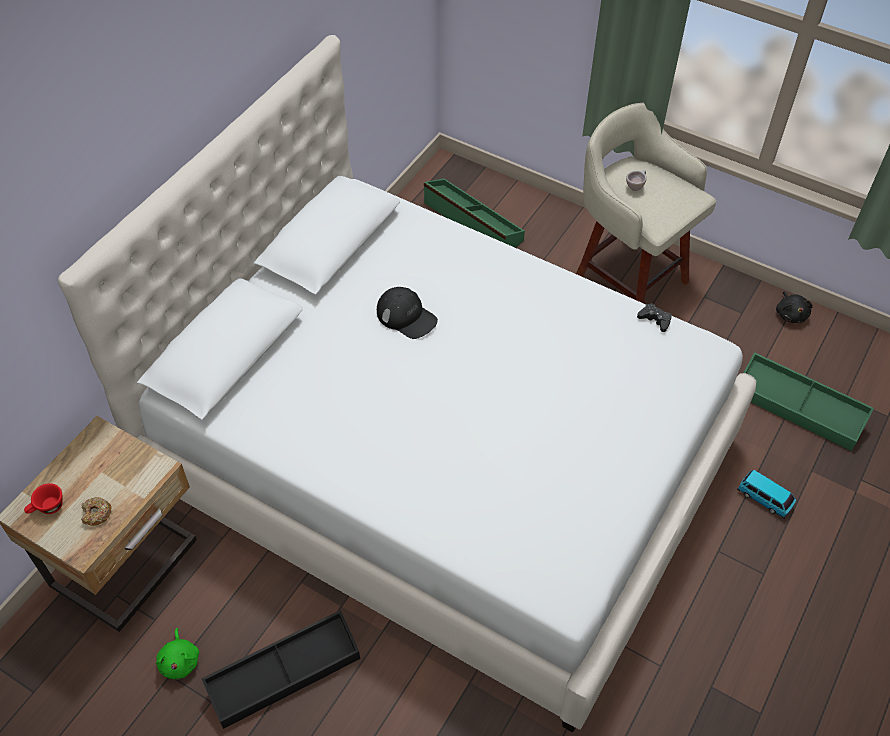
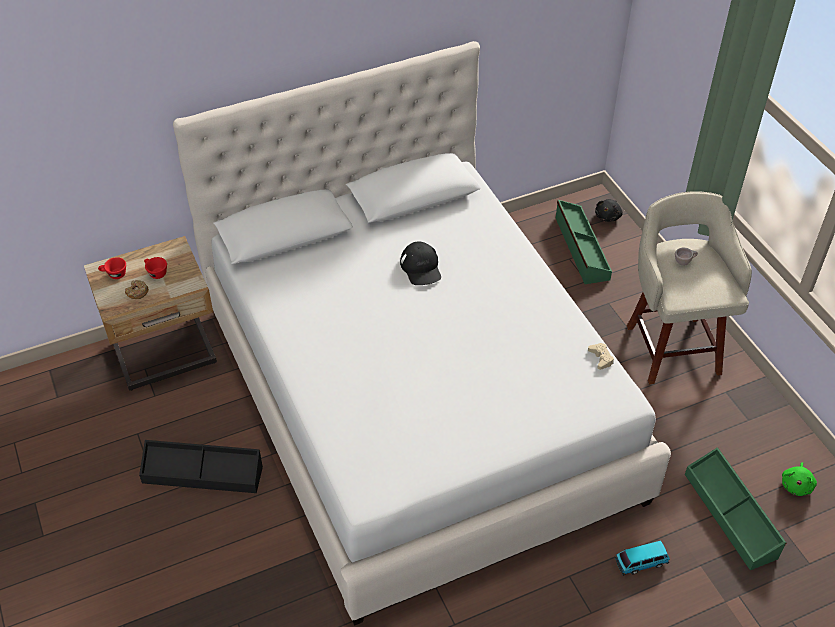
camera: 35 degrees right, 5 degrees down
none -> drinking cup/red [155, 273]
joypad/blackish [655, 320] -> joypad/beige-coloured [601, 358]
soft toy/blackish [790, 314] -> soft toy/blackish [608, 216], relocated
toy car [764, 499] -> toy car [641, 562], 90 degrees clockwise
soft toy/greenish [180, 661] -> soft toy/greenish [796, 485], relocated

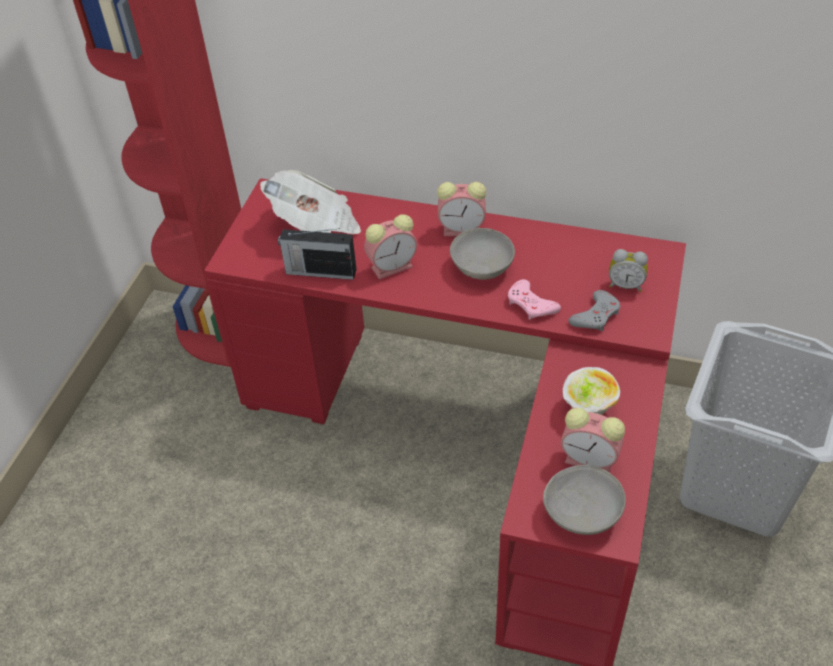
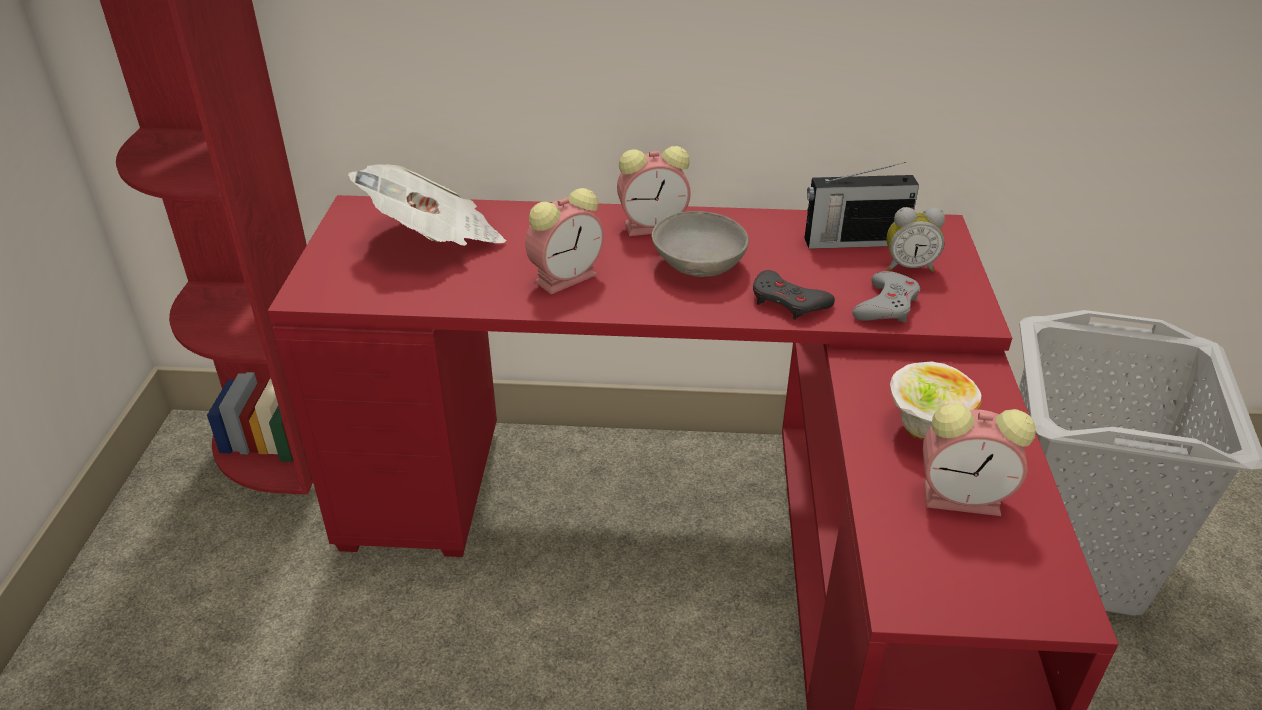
camera: 15 degrees left, 10 degrees down
joypad/pinkish [531, 304] -> joypad/gray [788, 301]
radio set [319, 271] -> radio set [853, 241], relocated
serving bowl/gray [582, 514] -> none

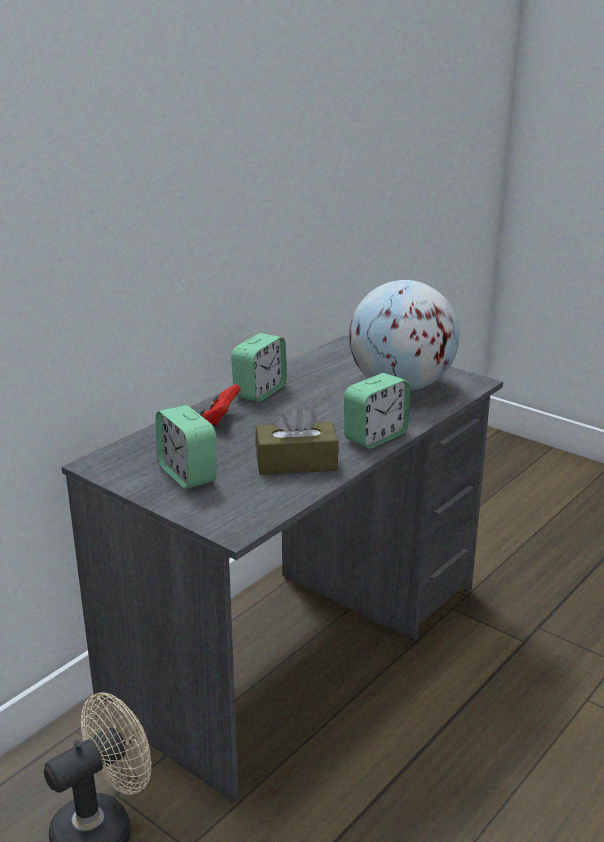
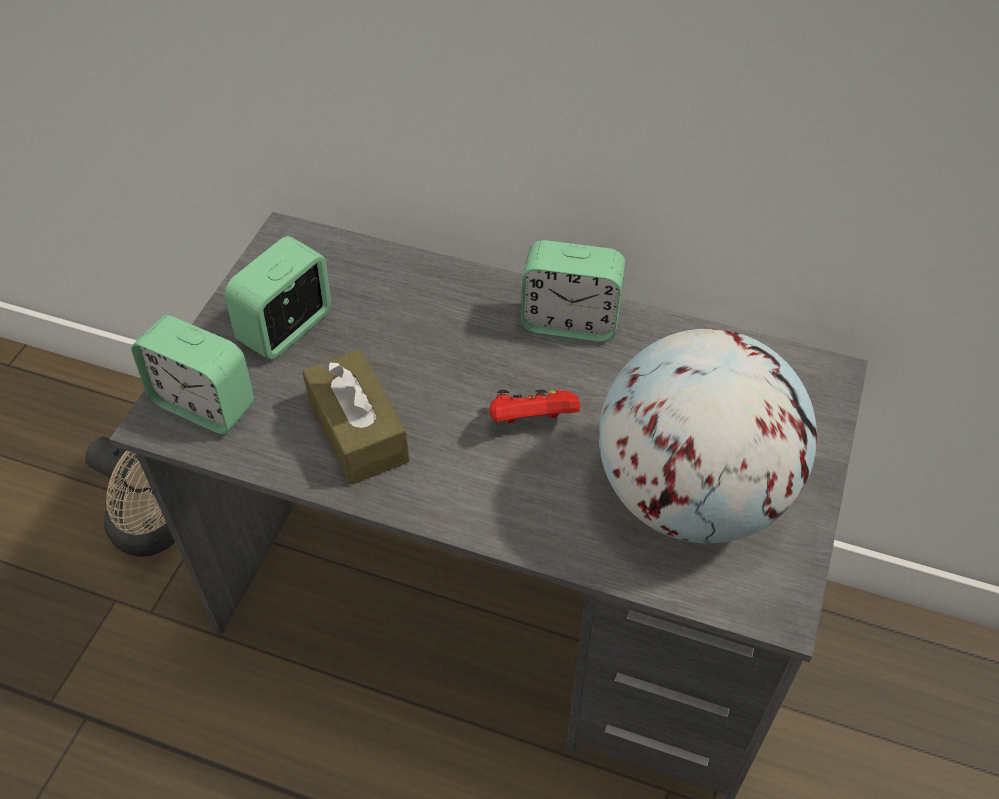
camera: 70 degrees right, 25 degrees up
bedside clock [375, 437] -> bedside clock [204, 404], relocated
joypad/red [220, 420] -> joypad/red [531, 421], relocated

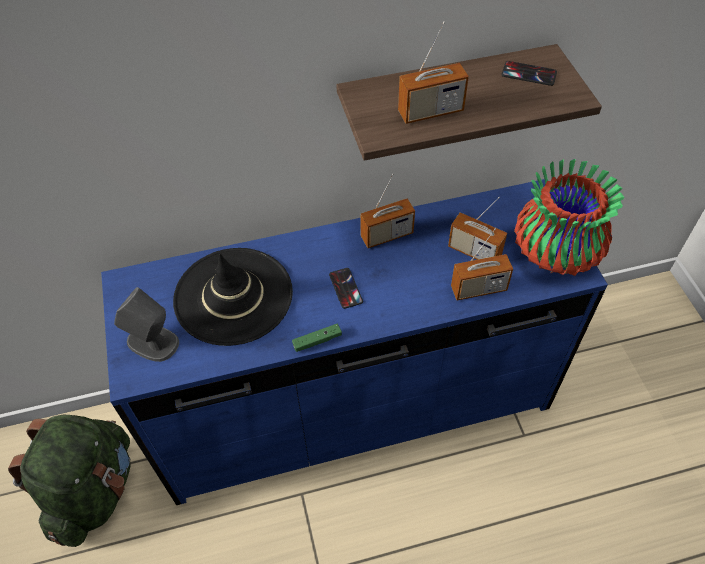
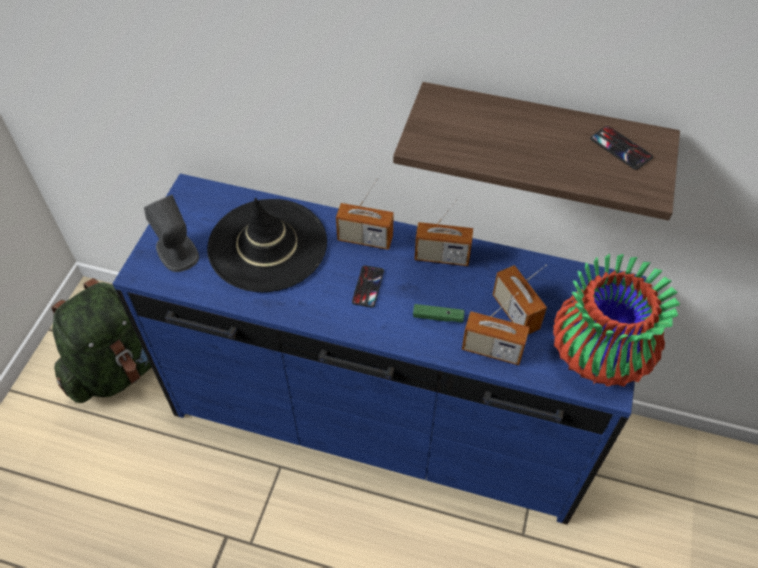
camera: 30 degrees right, 0 degrees up
radio set [430, 111] -> radio set [365, 239], relocated
joypad/greenish [317, 341] -> joypad/greenish [438, 317], relocated

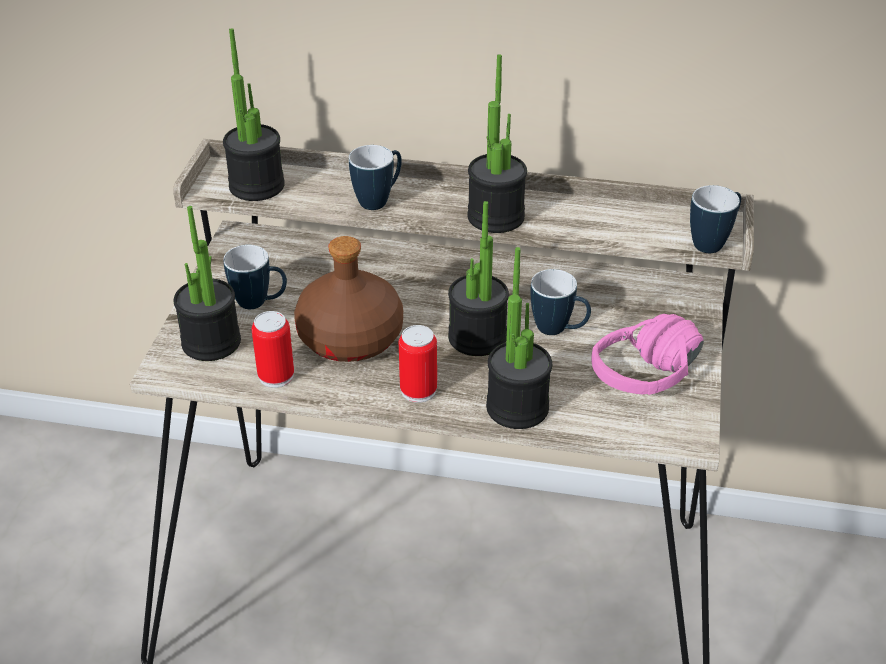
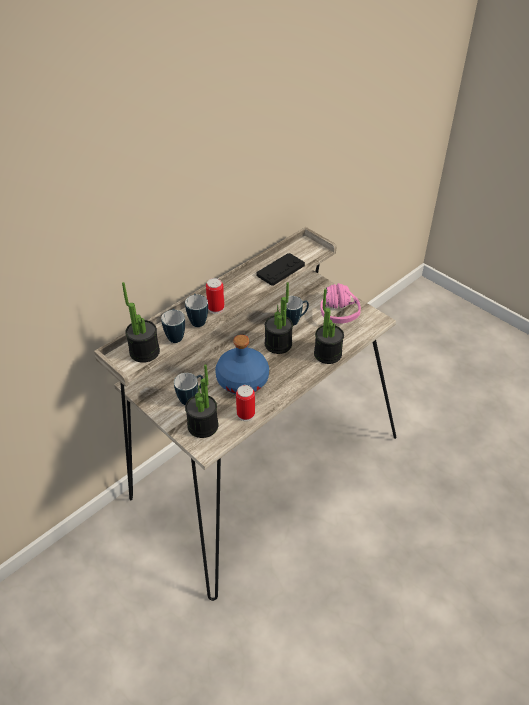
camera: 55 degrees left, 5 degrees up
coffee mug [713, 243] -> coffee mug [175, 335], relocated
can [418, 390] -> can [216, 308], relocated
drink bottle/brownish [350, 338] -> drink bottle/blue [243, 380]
none -> joypad/blackish [280, 270]
potted plant [496, 217] -> none

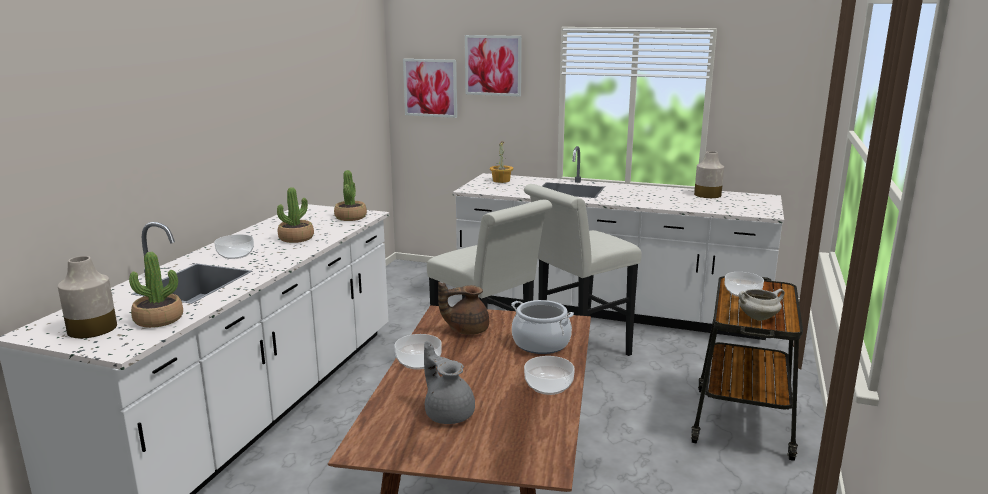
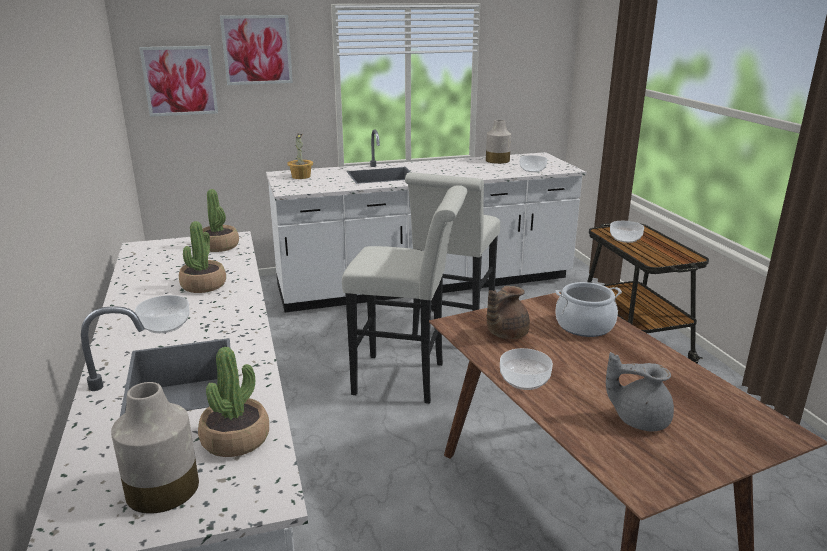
camera: 35 degrees left, 5 degrees up
serving bowl [549, 386] -> serving bowl [532, 169], relocated
saucepot/whitish [758, 317] -> none

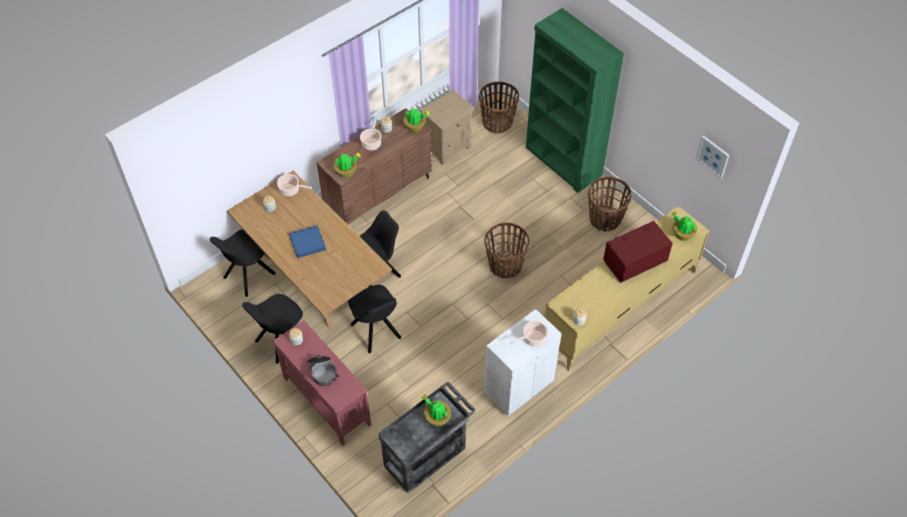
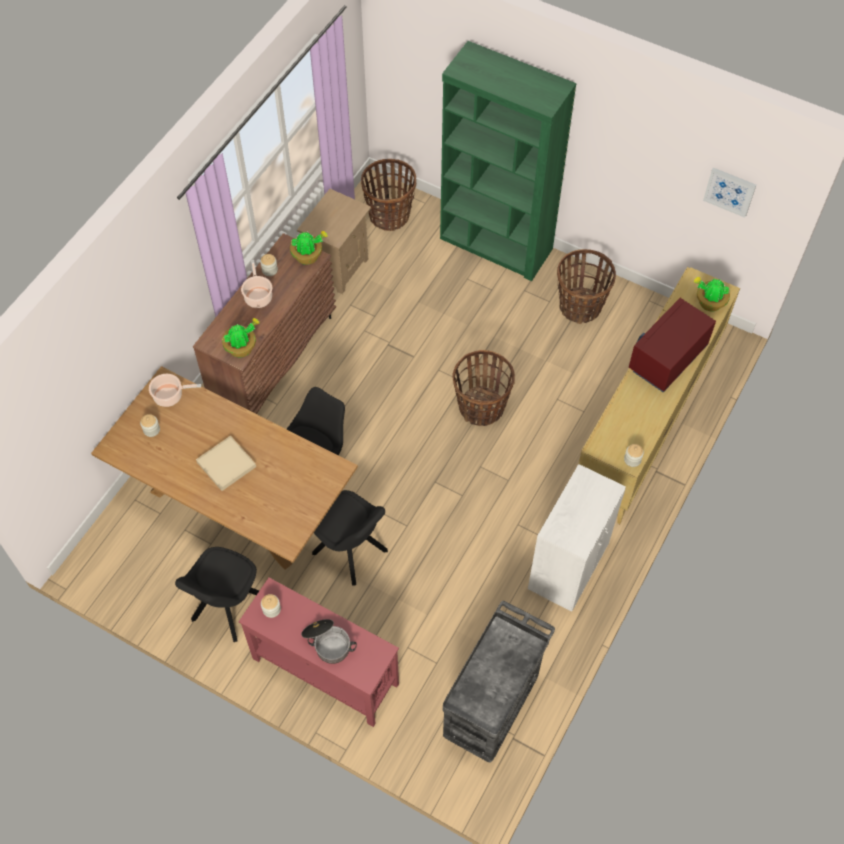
camera: 20 degrees left, 5 degrees up
tray/blue [307, 243] -> tray/beige-coloured [226, 465]
plain chair/blackish [248, 275] -> none
potted plant [436, 418] -> none
saucepot [533, 339] -> none

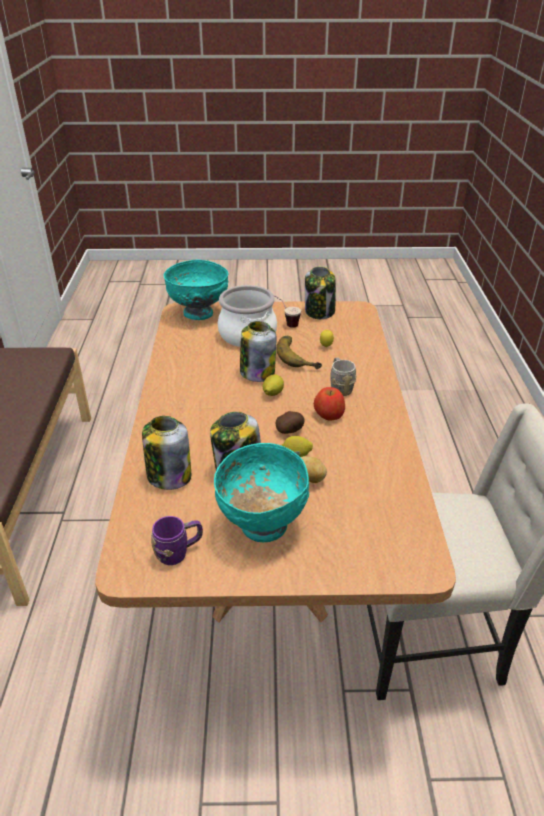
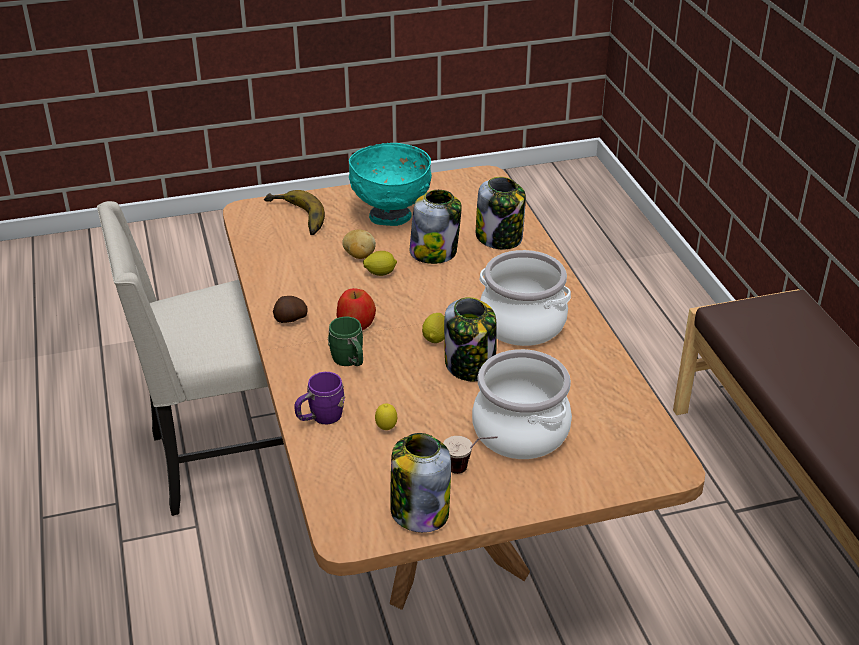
camera: 165 degrees right, 0 degrees up
banana [300, 355] -> banana [294, 218], relocated
whole potato [290, 430] -> whole potato [290, 319], relocated
coffee mug/purplish [179, 552] -> coffee mug/purplish [320, 418], relocated
coffee mug/gray [340, 387] -> coffee mug/greenish [350, 362]
none -> saucepot [522, 324]
serving bowl/blue-green [198, 314] -> none

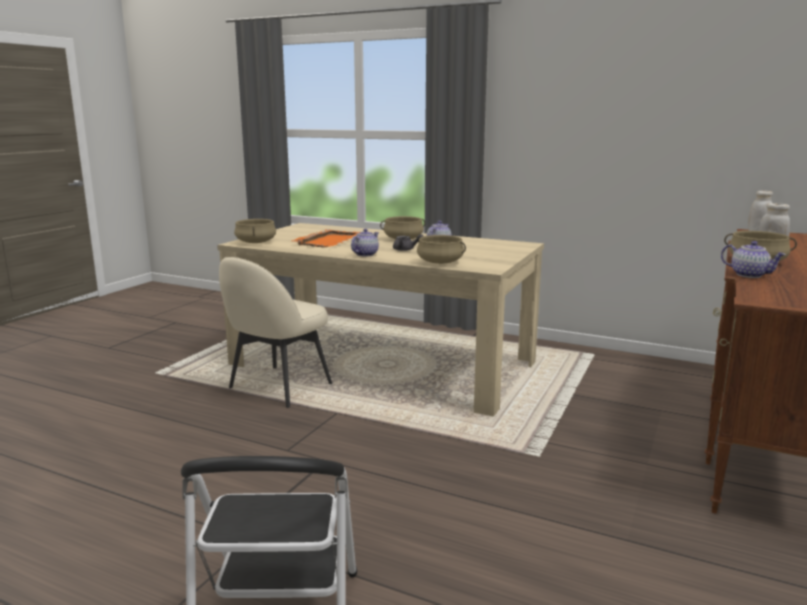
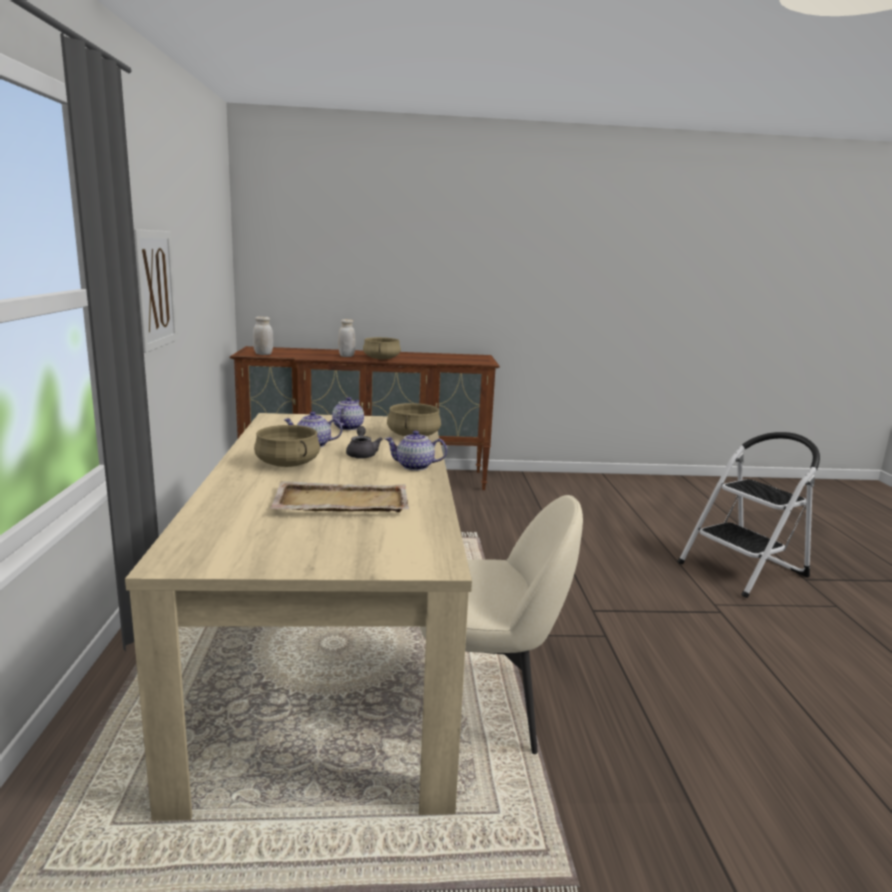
camera: 120 degrees left, 0 degrees up
none -> wall picture [154, 289]
tray/orangey [329, 240] -> tray/beige-coloured [340, 502]
pot for tea [749, 275] -> pot for tea [347, 427], relocated
saucepot/beige-coloured [255, 242] -> none

